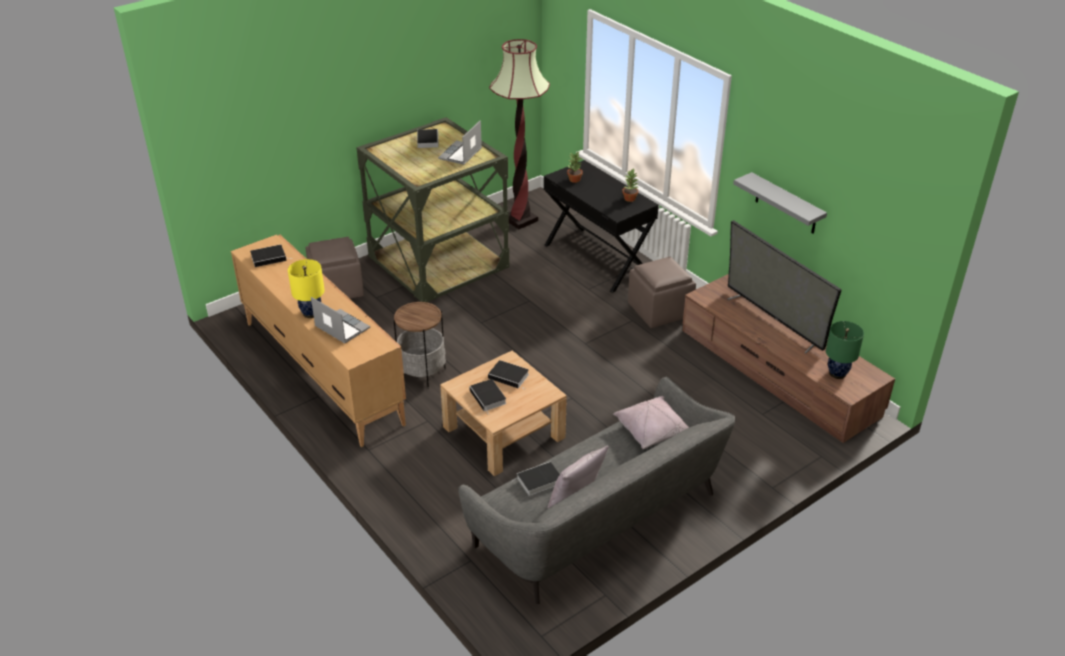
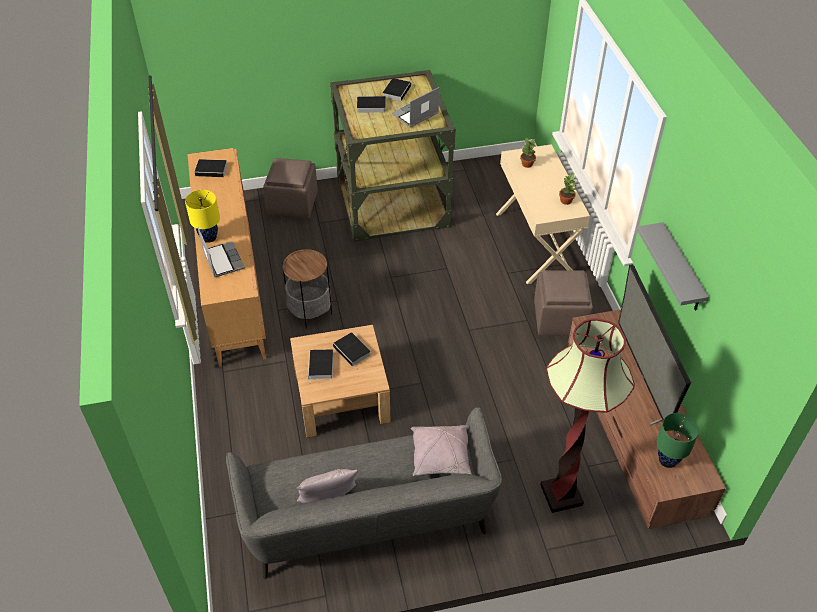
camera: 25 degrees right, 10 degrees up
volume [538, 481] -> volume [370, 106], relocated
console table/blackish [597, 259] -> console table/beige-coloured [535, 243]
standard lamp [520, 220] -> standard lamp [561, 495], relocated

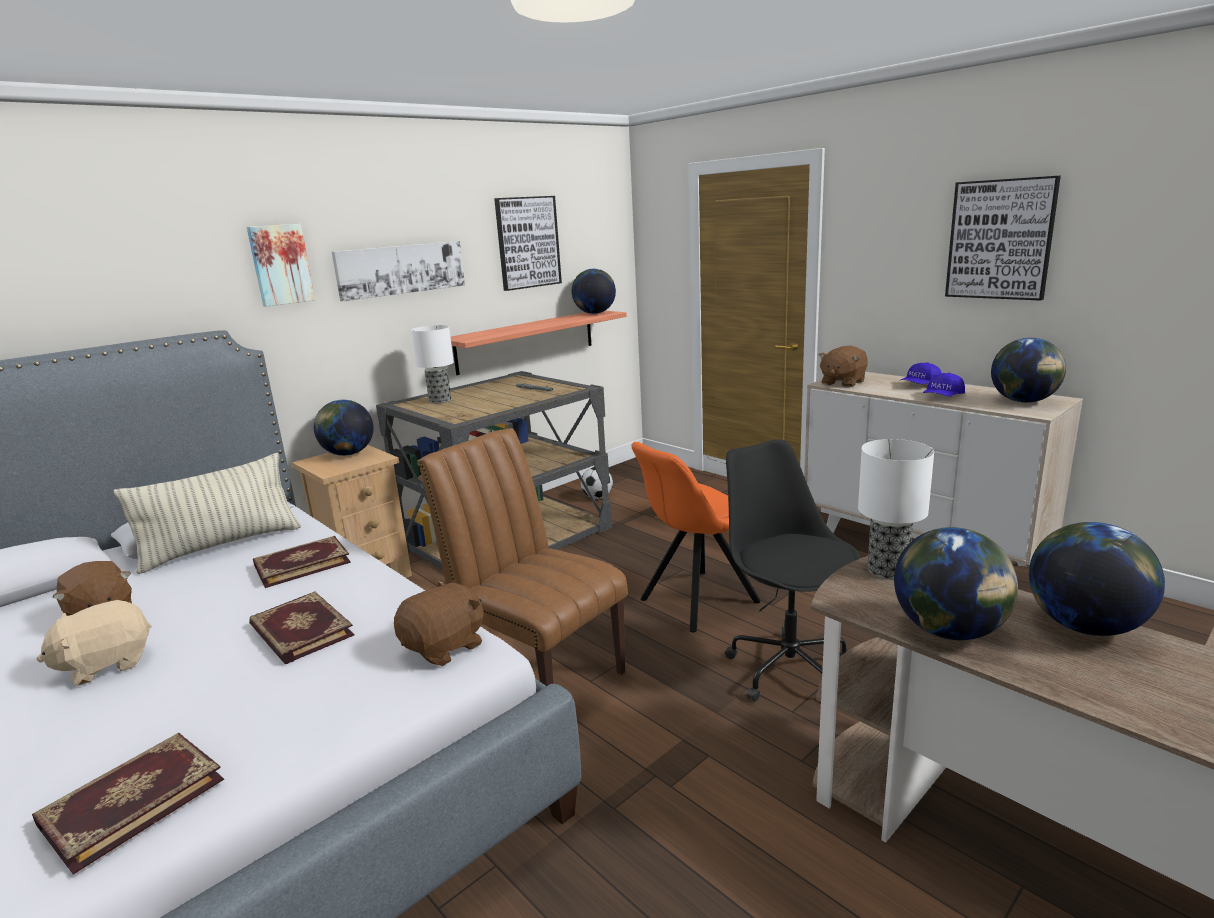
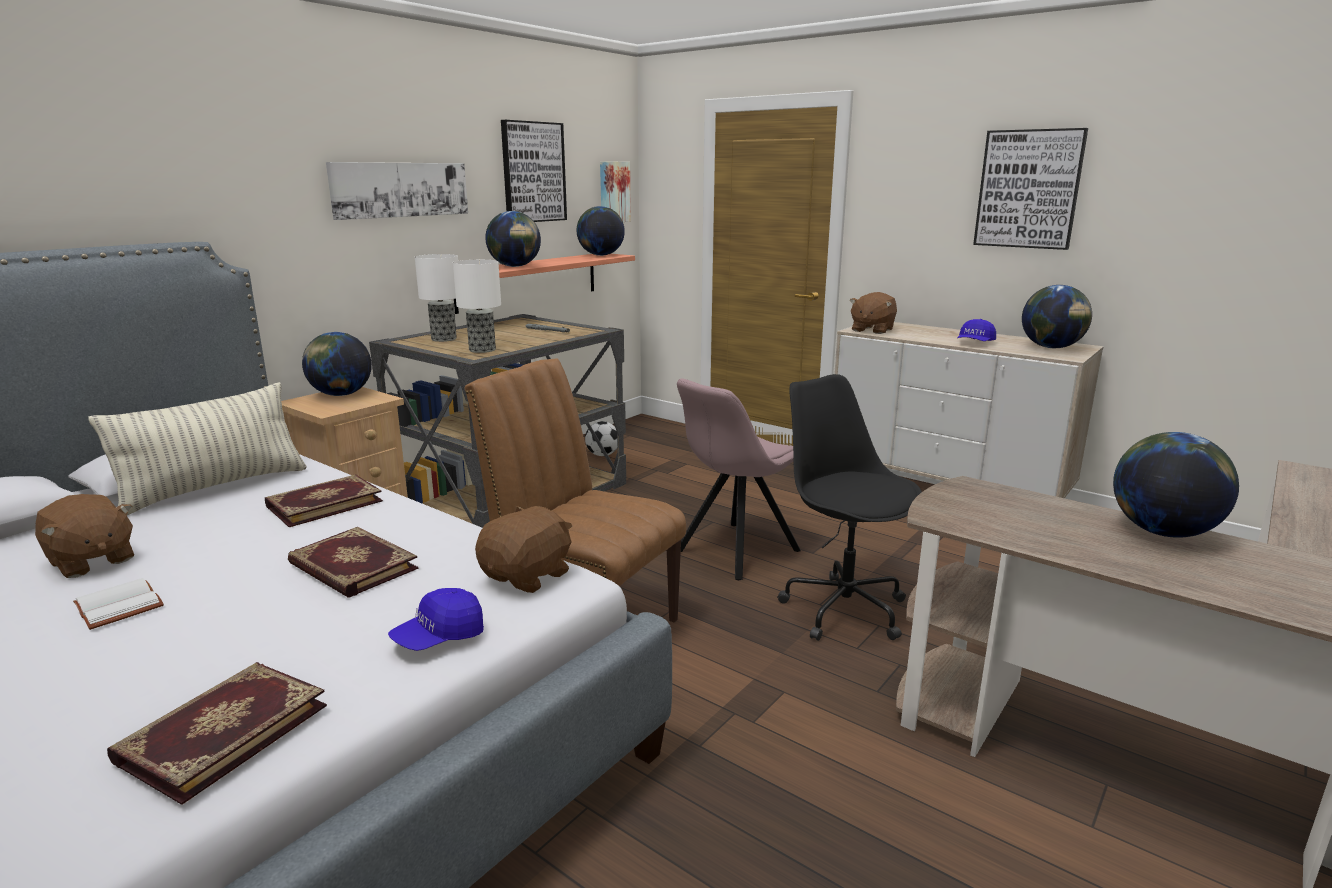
camera: 10 degrees left, 0 degrees up
soft toy/beige-coloured [106, 664] -> volume/whitish [122, 605]
cap/blue [920, 385] -> cap/blue [439, 638], relocated
tabletop lamp [889, 571] -> tabletop lamp [482, 350], relocated
desk globe [949, 631] -> desk globe [515, 266], relocated
wall picture [280, 264] -> wall picture [613, 192], relocated
plain chair/orangey [697, 600] -> plain chair/pinkish [735, 550]

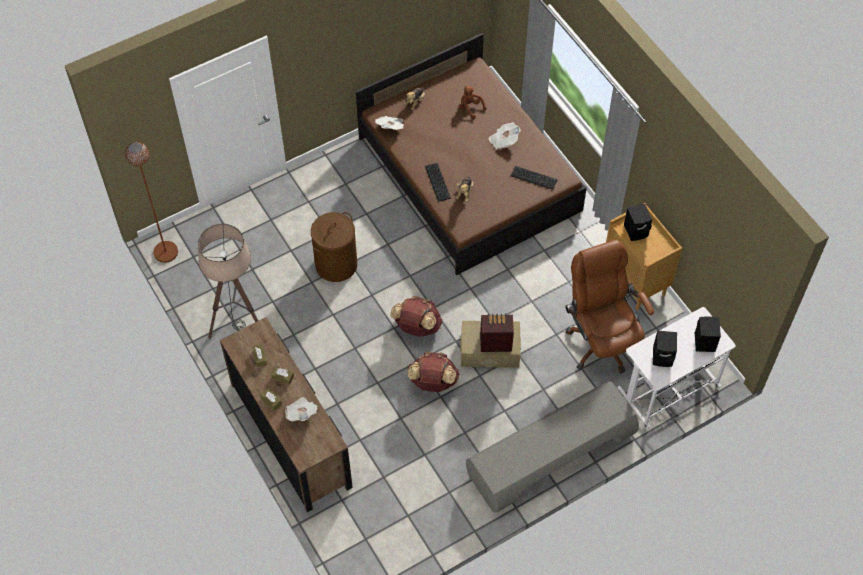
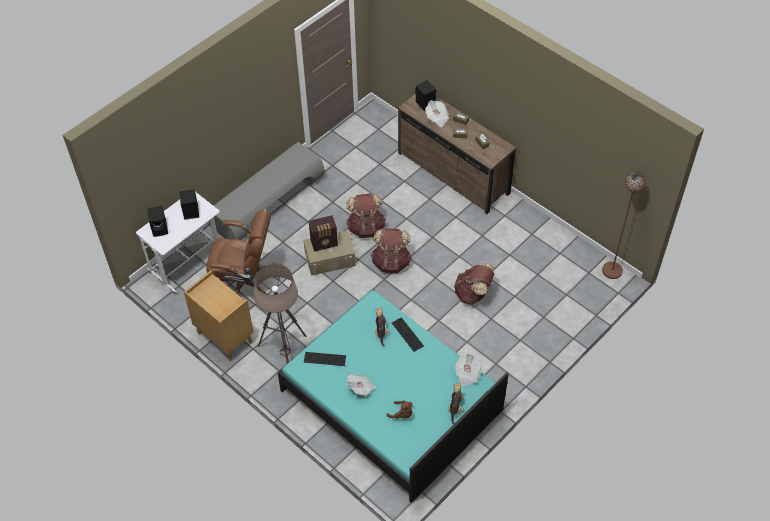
camera: 165 degrees right, 5 degrees down
office chair/brownish [601, 343] -> office chair/brownish [245, 284], 45 degrees counterclockwise
standard lamp [239, 324] -> standard lamp [284, 352], relocated
bedroom bed/brownish [468, 174] -> bedroom bed/blue-green [391, 400]
speaker/blackish [636, 231] -> speaker/blackish [424, 104], relocated
hamper/brownish [336, 264] -> rucksack/brownish [473, 294]

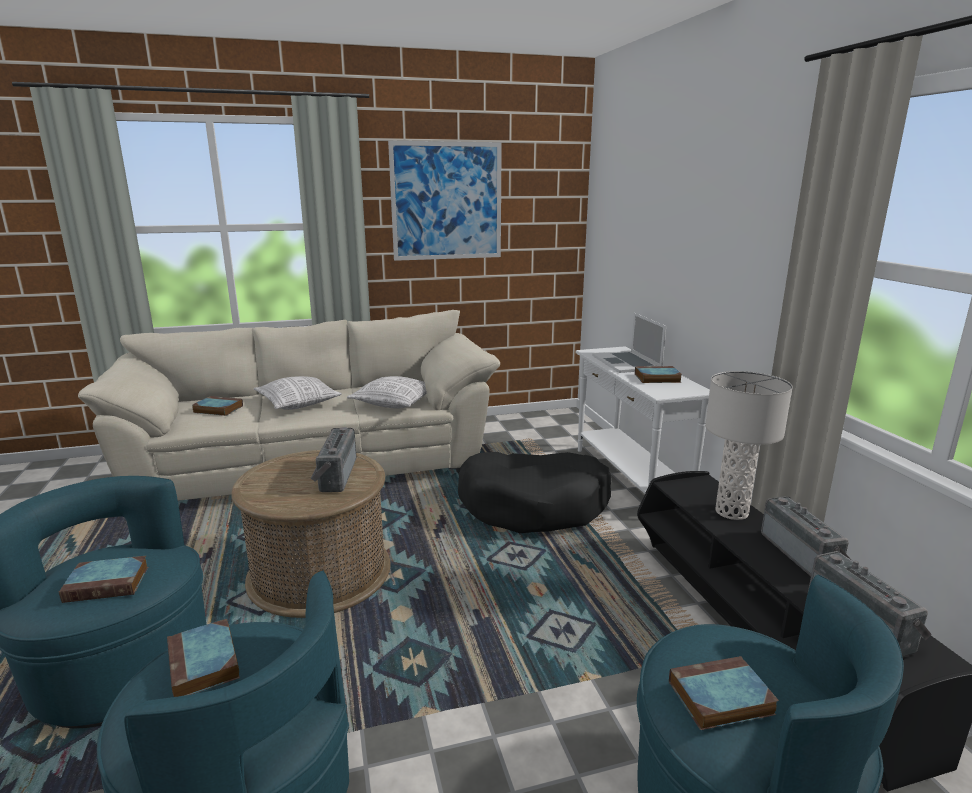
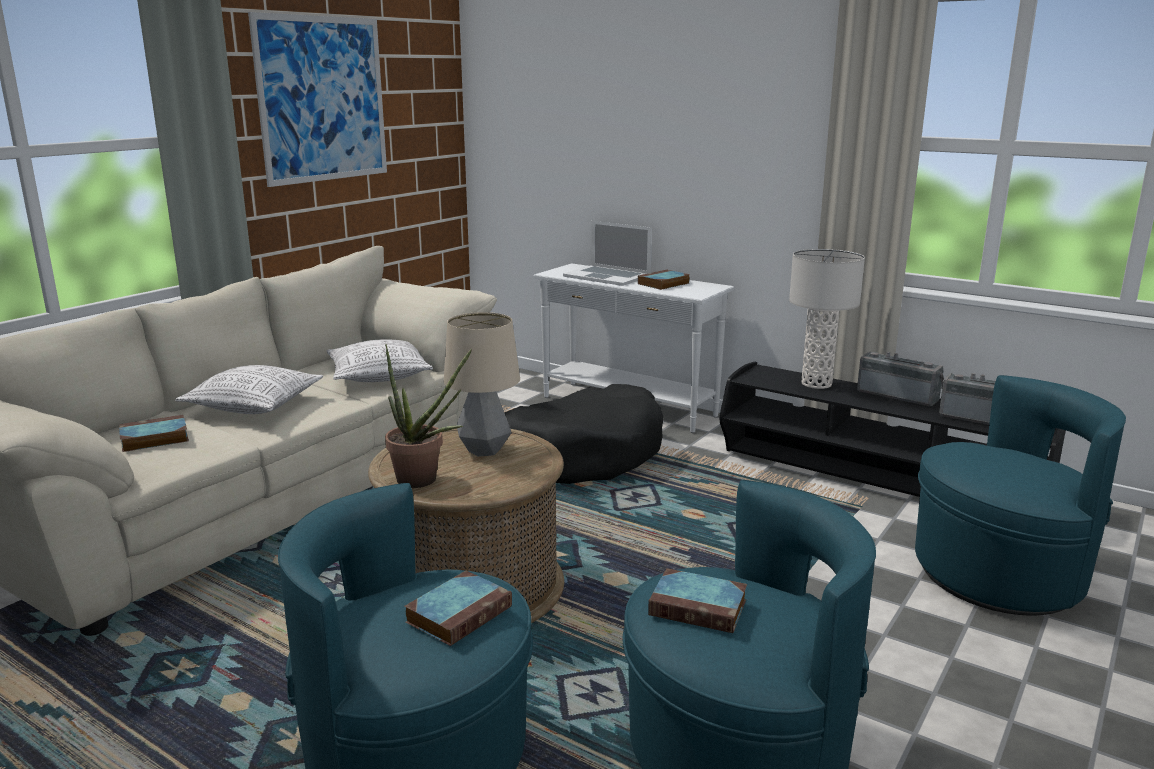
camera: 40 degrees left, 0 degrees up
none -> potted plant [424, 481]
radio set [334, 475] -> tabletop lamp [484, 450]
volume [719, 699] -> none

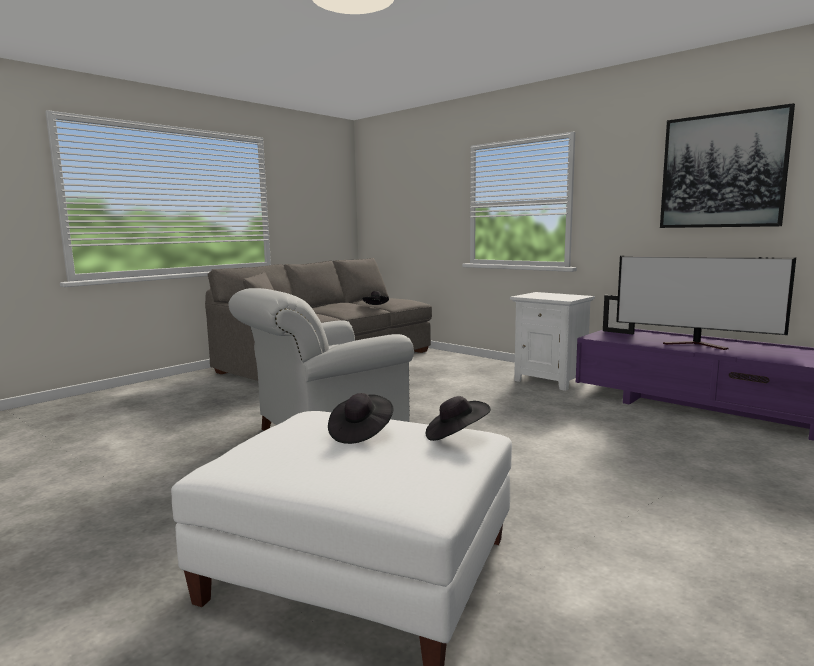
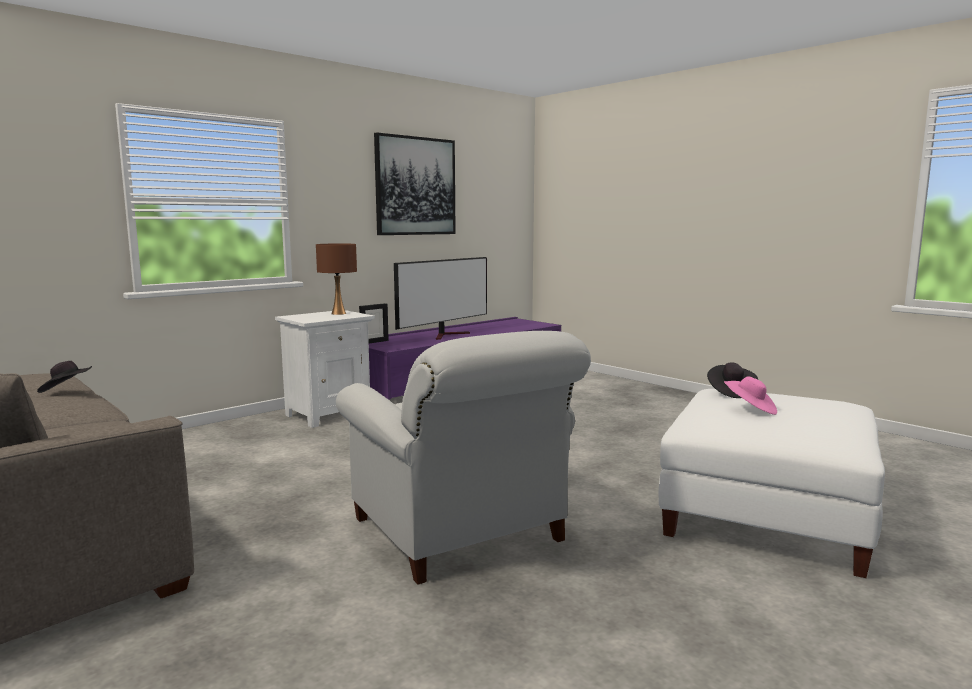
camera: 85 degrees left, 0 degrees up
none -> tabletop lamp/brownish [338, 313]
wearable hat/blackish [360, 433] -> wearable hat/pinkish [750, 409]

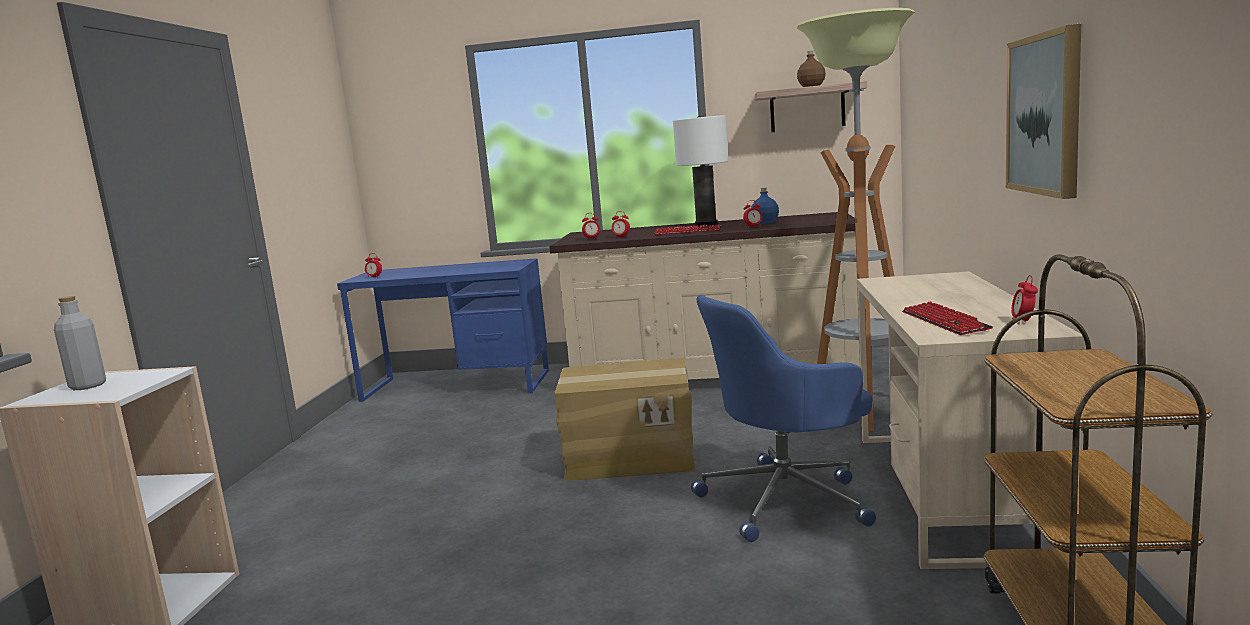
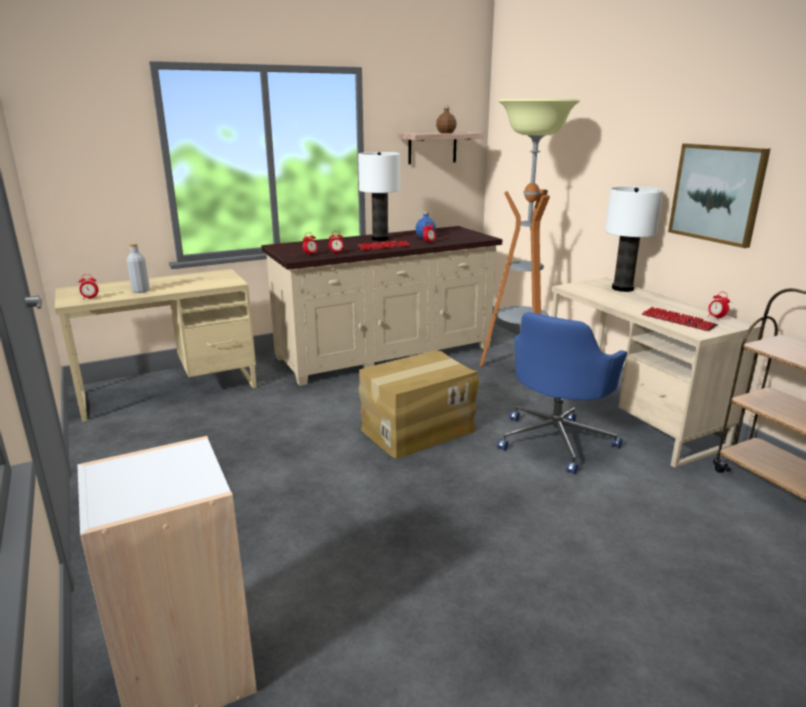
camera: 35 degrees left, 10 degrees up
desk unit/blue [456, 385] -> desk unit/beige-coloured [170, 390]
drink bottle/gray [88, 386] -> drink bottle/gray [141, 291], relocated
none -> tabletop lamp/whitish [622, 288]

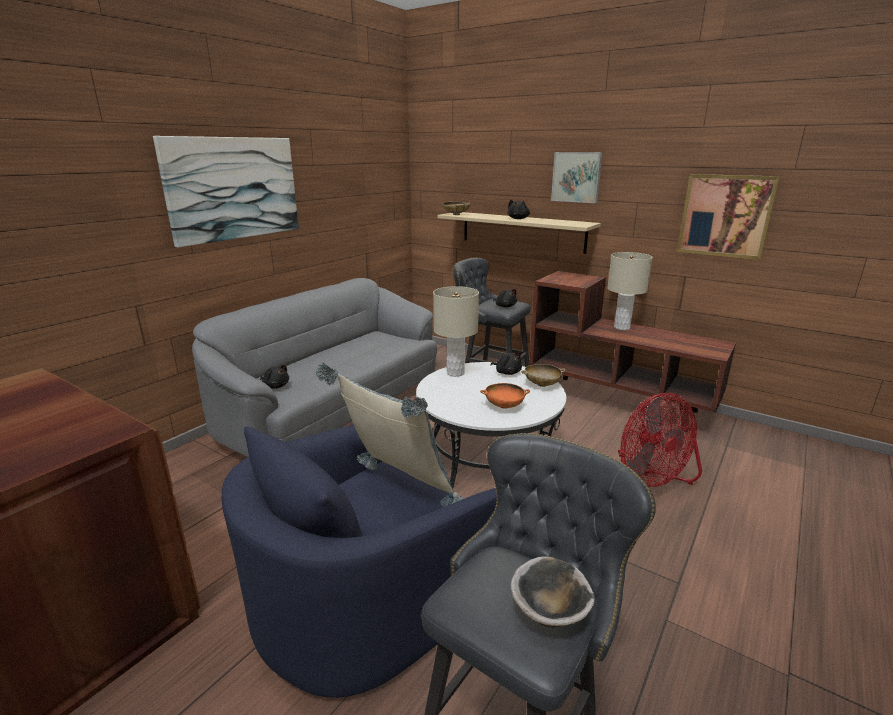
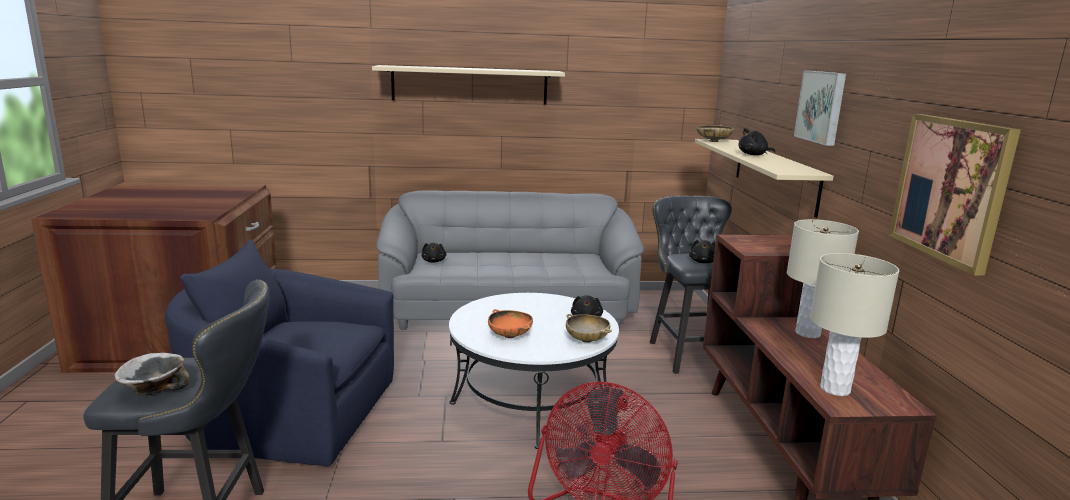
camera: 50 degrees right, 5 degrees down
wall picture [233, 188] -> bracket shelf/beige-coloured [470, 85]
tabletop lamp/beige-coloured [455, 373] -> tabletop lamp/beige-coloured [835, 389], relocated
cushion [393, 501] -> none

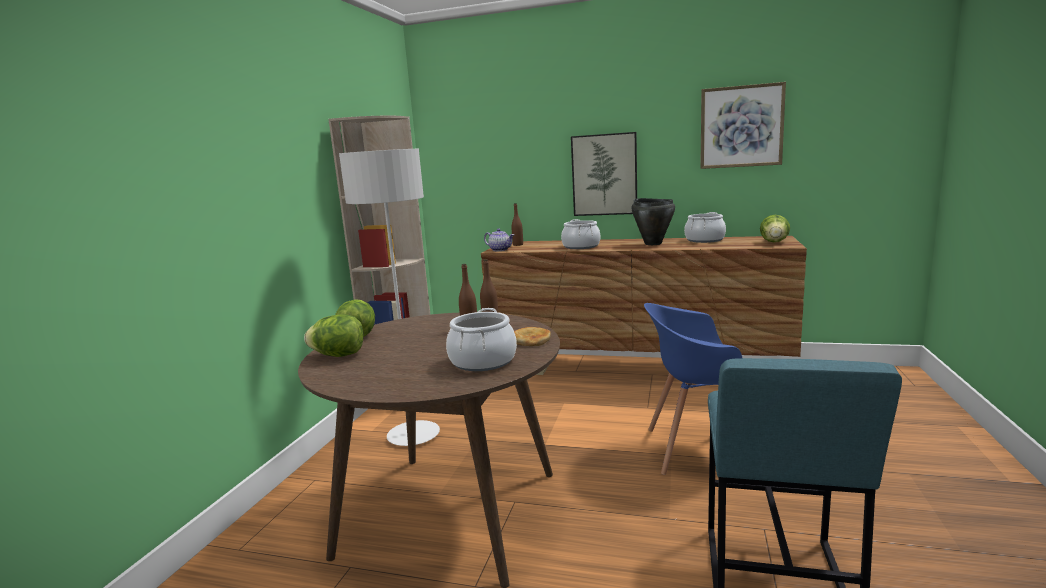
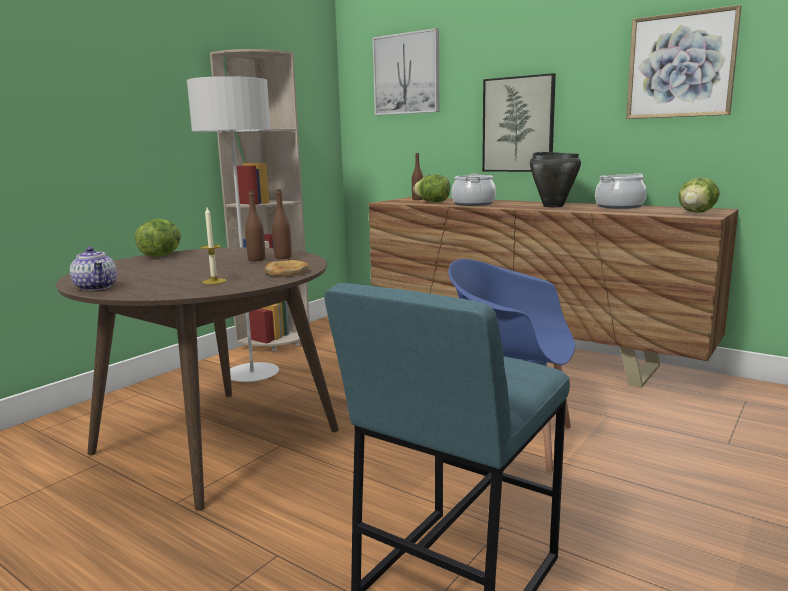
camera: 20 degrees right, 0 degrees up
pot for tea [500, 250] -> pot for tea [96, 287], relocated
saucepot [483, 361] -> candle [214, 281]
none -> wall picture [407, 74]
head of lettuce [339, 355] -> head of lettuce [433, 202], relocated

